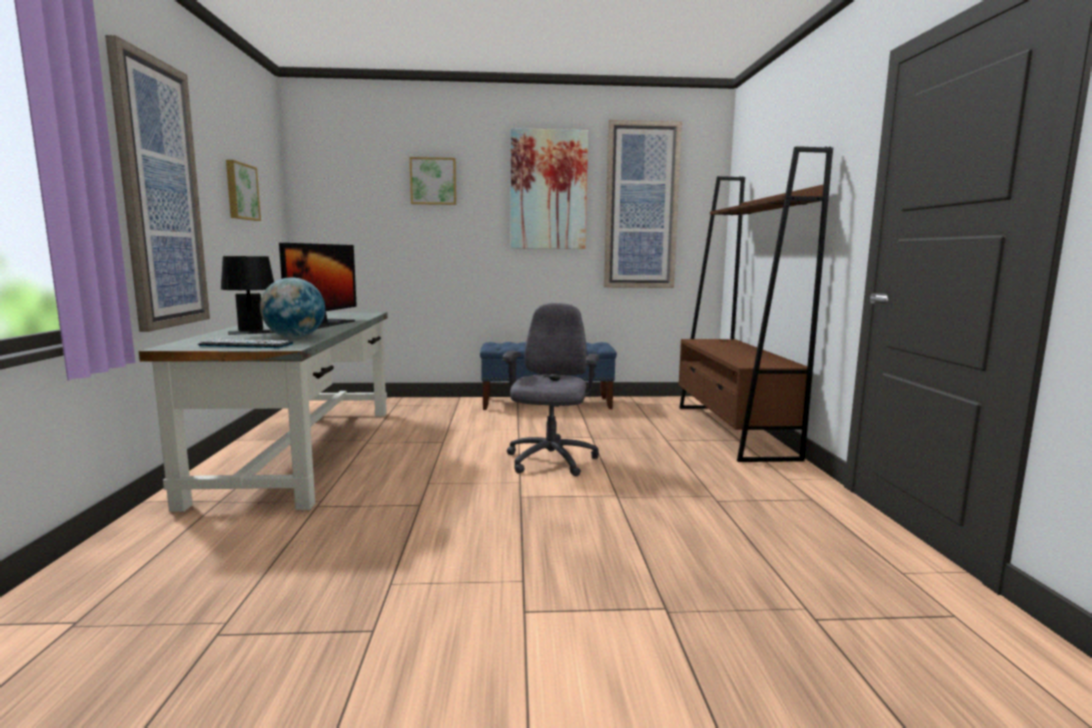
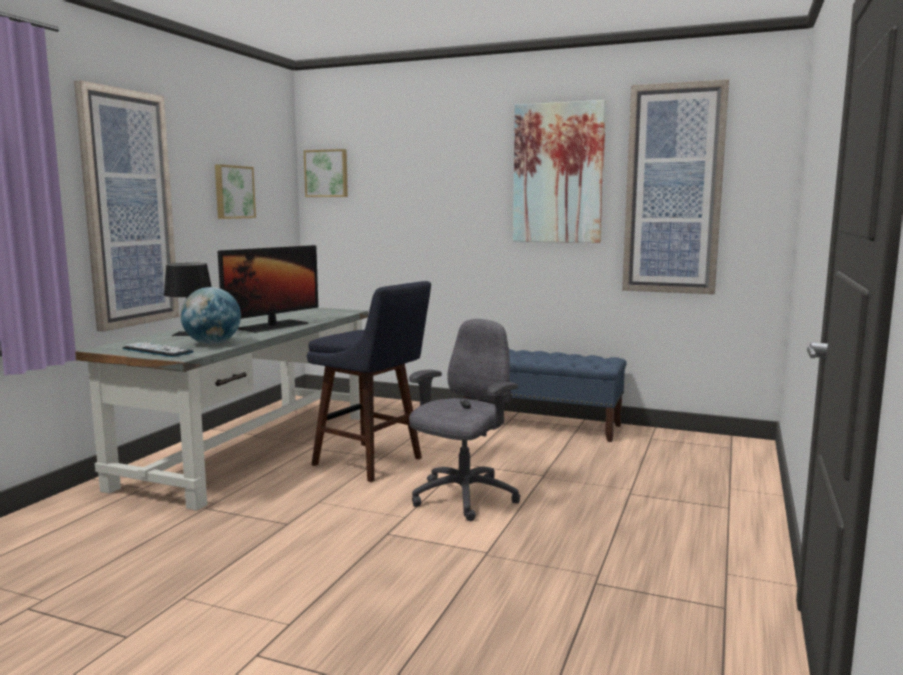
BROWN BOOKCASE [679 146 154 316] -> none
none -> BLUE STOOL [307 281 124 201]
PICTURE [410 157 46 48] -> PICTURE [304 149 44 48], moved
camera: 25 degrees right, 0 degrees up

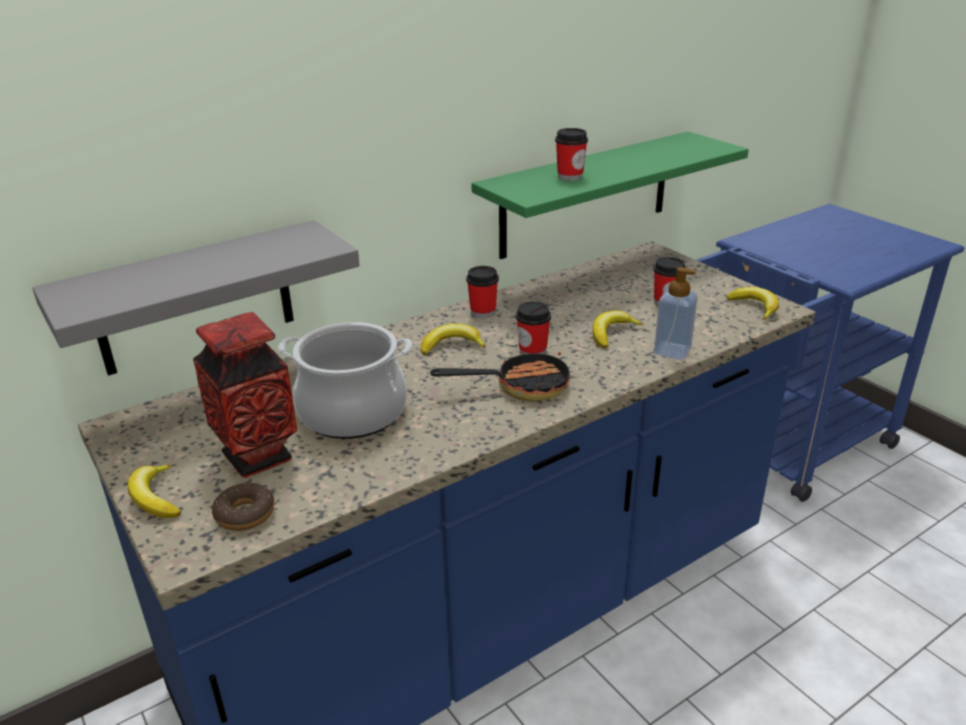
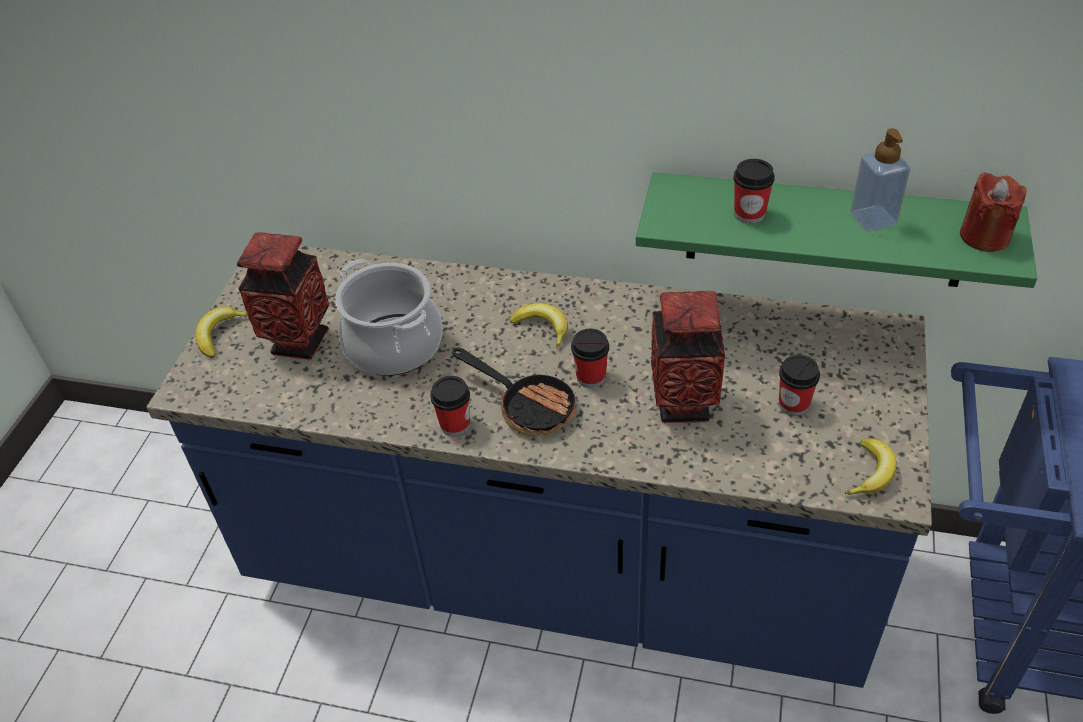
GREY SHELF [32 220 328 156] -> none
DONUT [212 483 63 48] -> none
none -> RED CANDLE [960 172 66 80]
CUP [466 266 33 52] -> CUP [430 376 40 60], moved
SOAP DISPENSER [654 267 44 93] -> SOAP DISPENSER [850 128 60 103], moved
BANANA [592 310 51 39] -> VASE [651 291 74 132]
camera: 50 degrees right, 15 degrees up

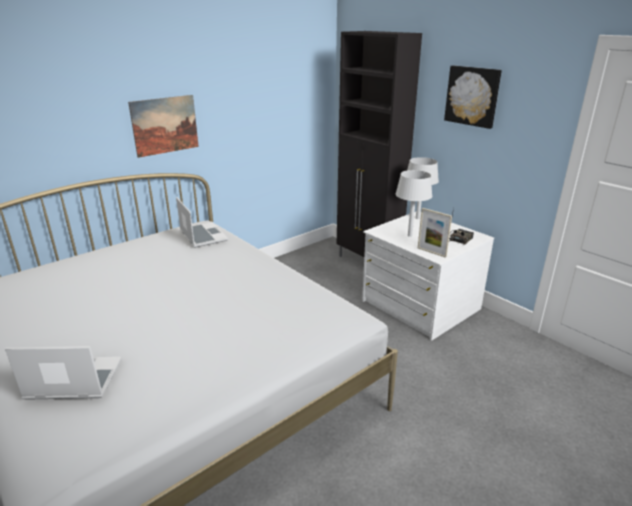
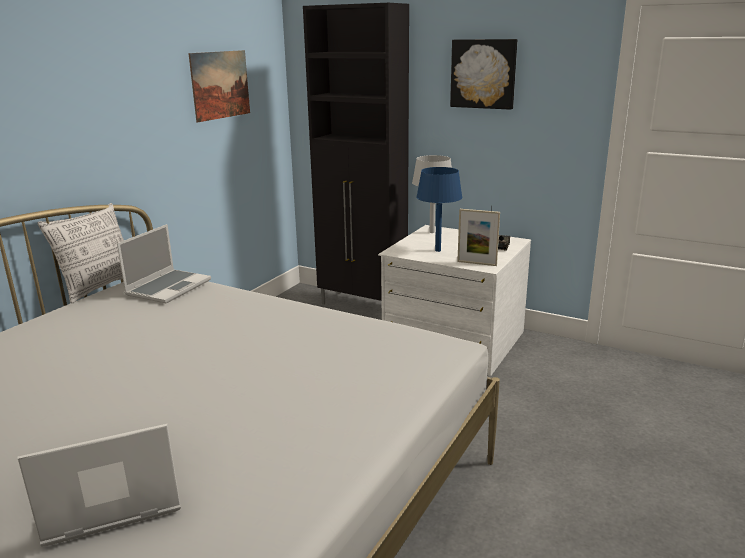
none -> PILLOW [38 203 86 101]
PICTURE [128 95 71 63] -> PICTURE [188 50 62 72], moved
GREY TABLE LAMP [396 170 36 67] -> BLUE TABLE LAMP [416 167 47 85]
LAPTOP [176 197 52 51] -> LAPTOP [117 224 94 80], 75 degrees clockwise
camera: 20 degrees left, 5 degrees down

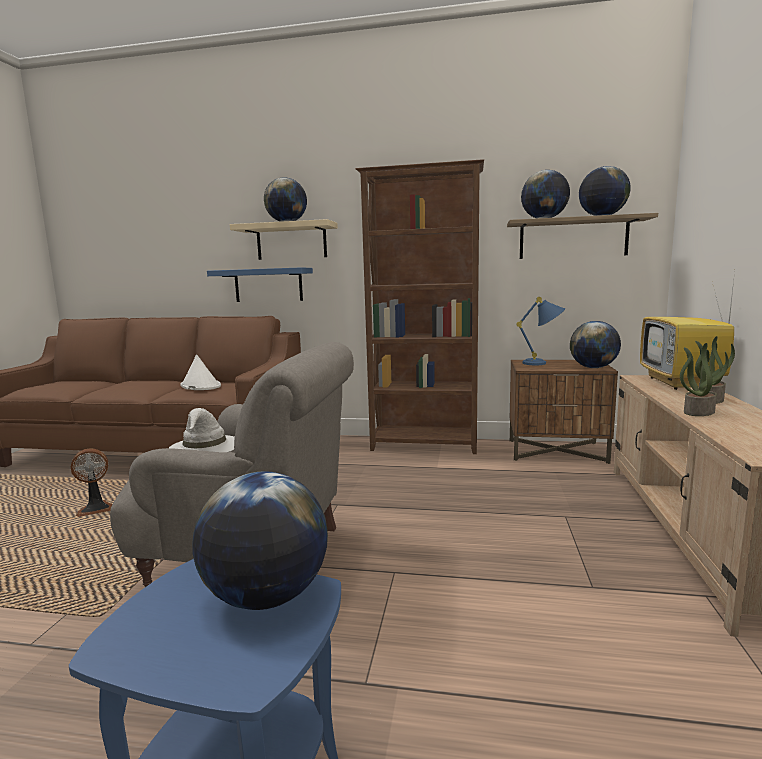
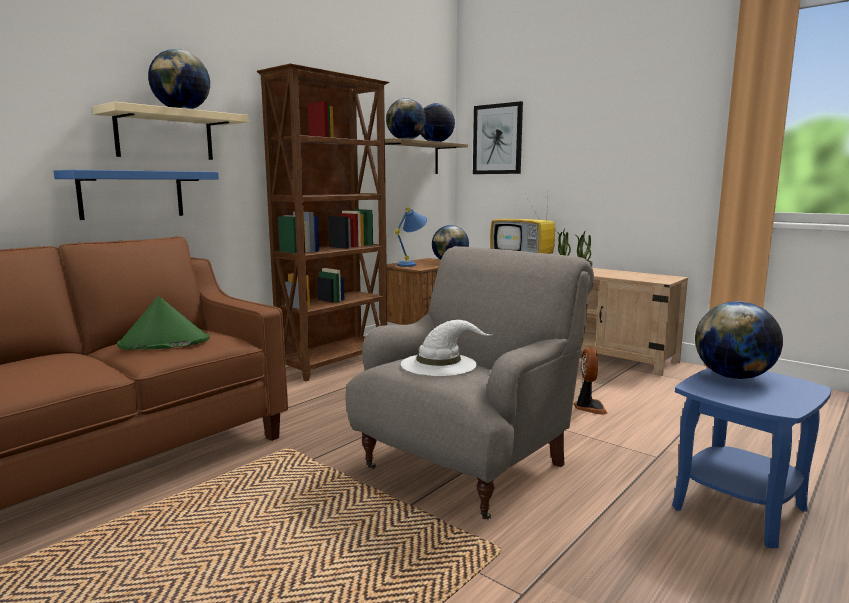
none -> PICTURE [473 101 50 73]
FAN [71 448 41 69] -> FAN [574 347 34 68], moved
WHITE HAT [180 354 41 36] -> GREEN HAT [117 296 93 54]
camera: 60 degrees left, 0 degrees up

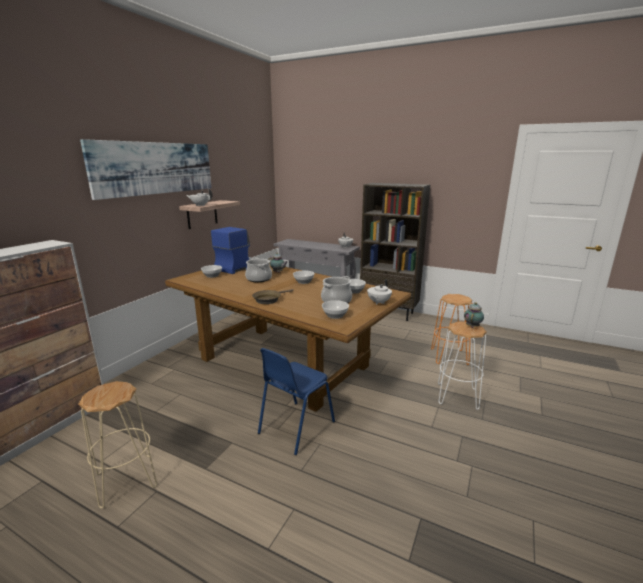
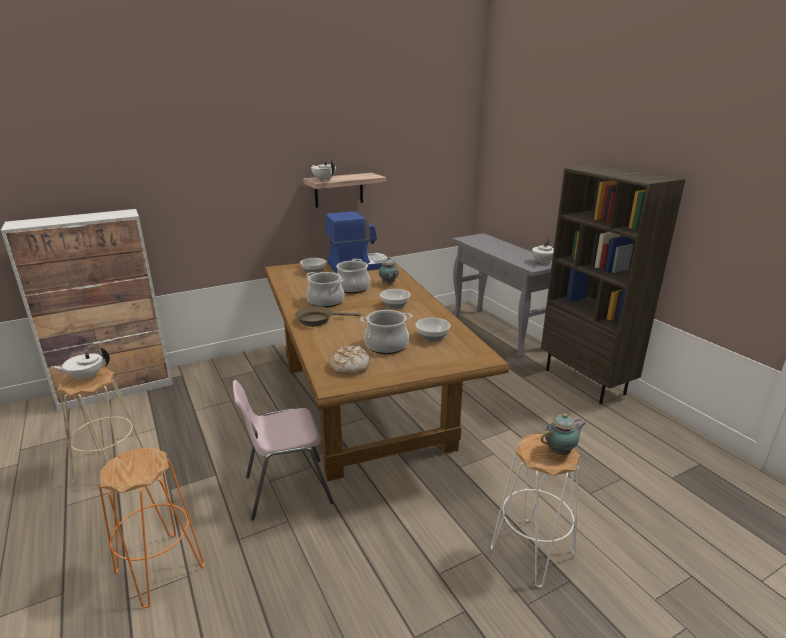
PICTURE [80 139 132 61] -> none
none -> COOKING POT [306 272 38 36]
WHITE TEAPOT [367 279 25 26] -> WHITE TEAPOT [51 347 59 35], moved
ORANGE STOOL [431 294 42 71] -> ORANGE STOOL [99 448 105 160], moved
BOWL [322 300 27 19] -> BREAD [329 346 41 29]
BLUE CHAIR [258 348 77 107] -> PINK CHAIR [233 380 101 140]
camera: 35 degrees right, 5 degrees up

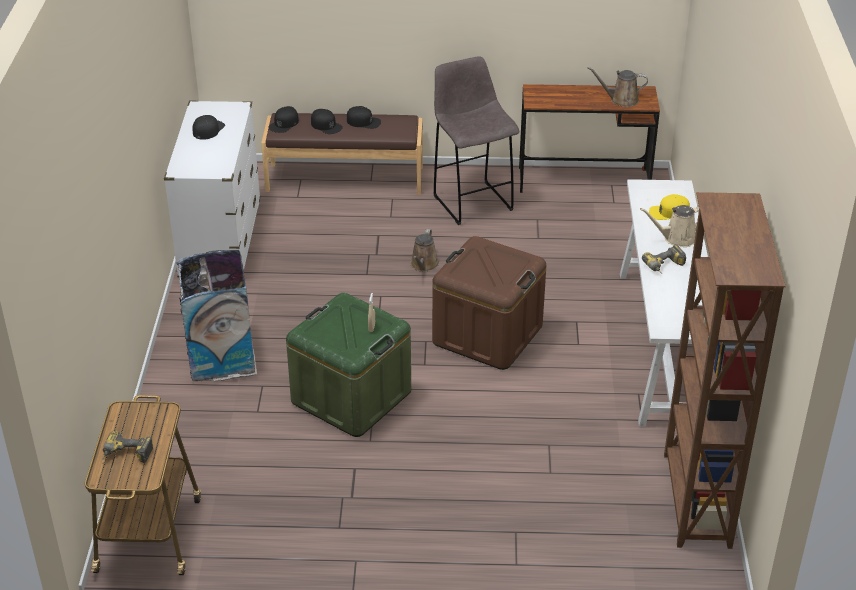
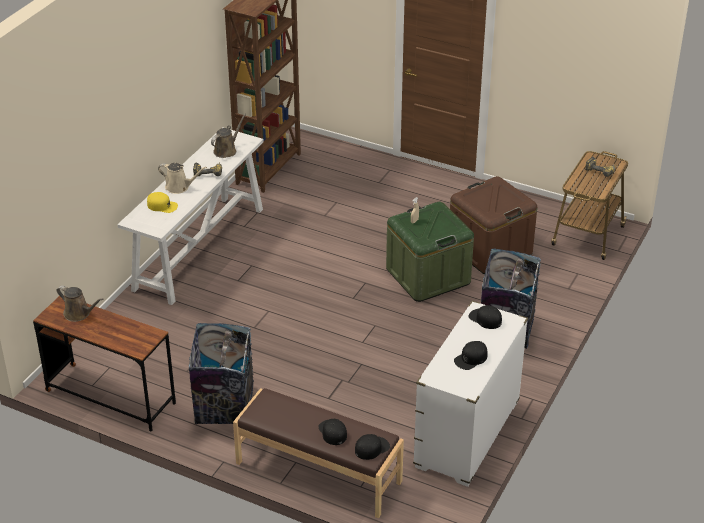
BLACK CAP [347 106 34 23] -> BLACK CAP [469 305 33 24], moved
BROWN WATERING CAN [410 229 29 43] -> BROWN WATERING CAN [211 114 35 44], moved
BROWN STORAGE BOX [432 236 114 134] -> BROWN STORAGE BOX [450 176 87 98], moved
GREY STOOL [433 56 86 169] -> TRASH CAN [189 323 65 101]
camera: 155 degrees left, 0 degrees up

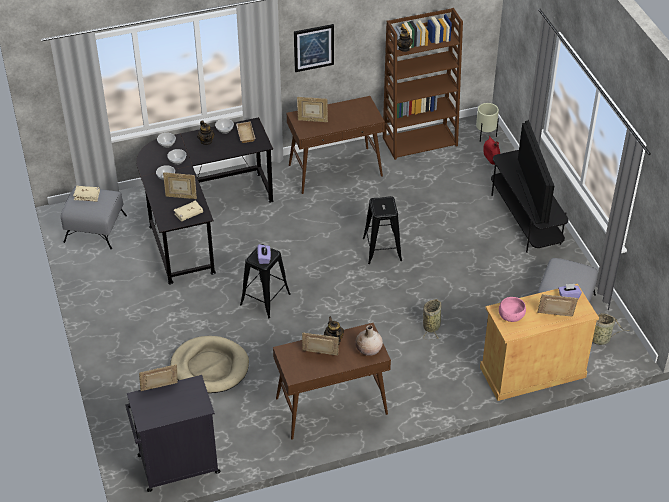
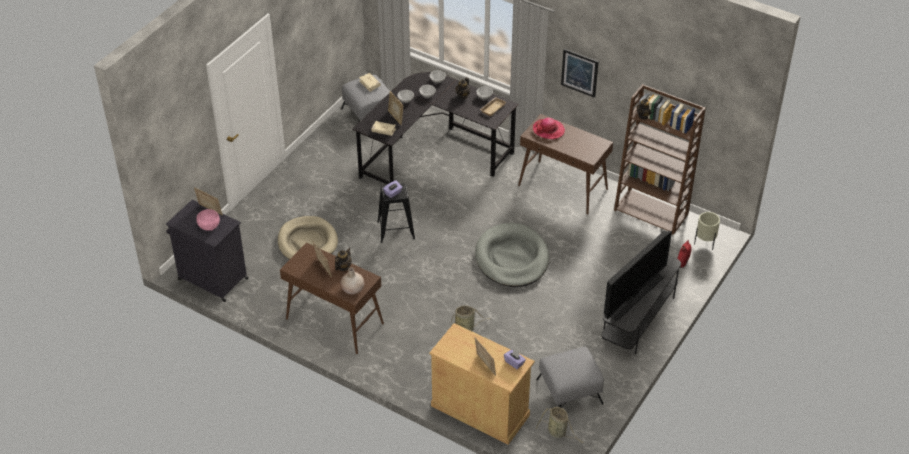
PINK BOWL [499 297 27 25] -> PINK BOWL [196 209 24 22], moved
PICTURE FRAME [297 97 31 25] -> HAT [533 118 32 22]
BLACK STOOL [363 196 39 68] -> GREY DOG BED [475 223 74 64]
camera: 50 degrees right, 0 degrees up

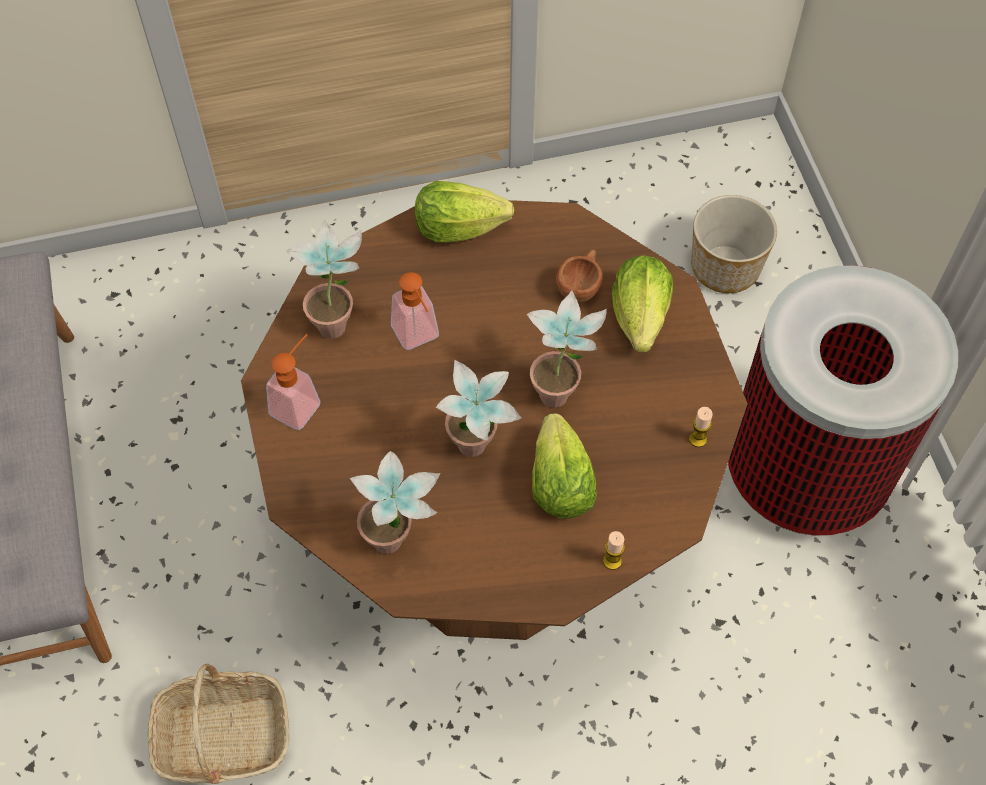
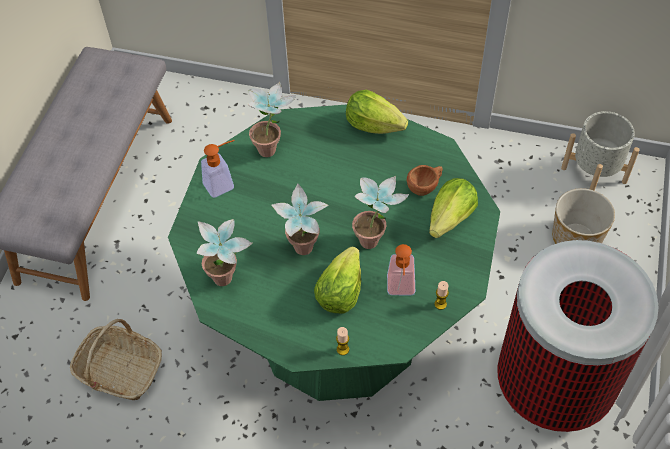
none -> GREY PLANTER [561 111 79 80]
SOAP DISPENSER [391 272 48 78] -> SOAP DISPENSER [387 244 28 51], moved
BROWN DINING TABLE [241 200 507 440] -> GREEN DINING TABLE [168 104 332 297]
camera: 30 degrees right, 5 degrees down

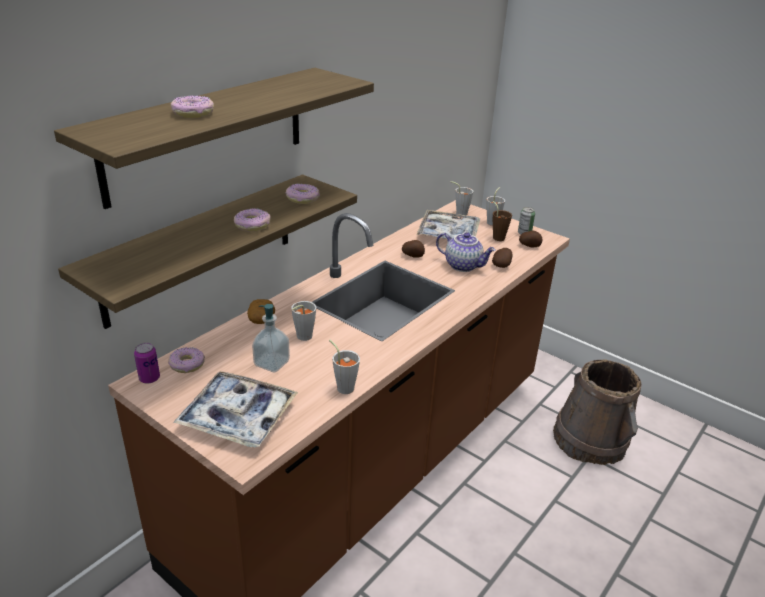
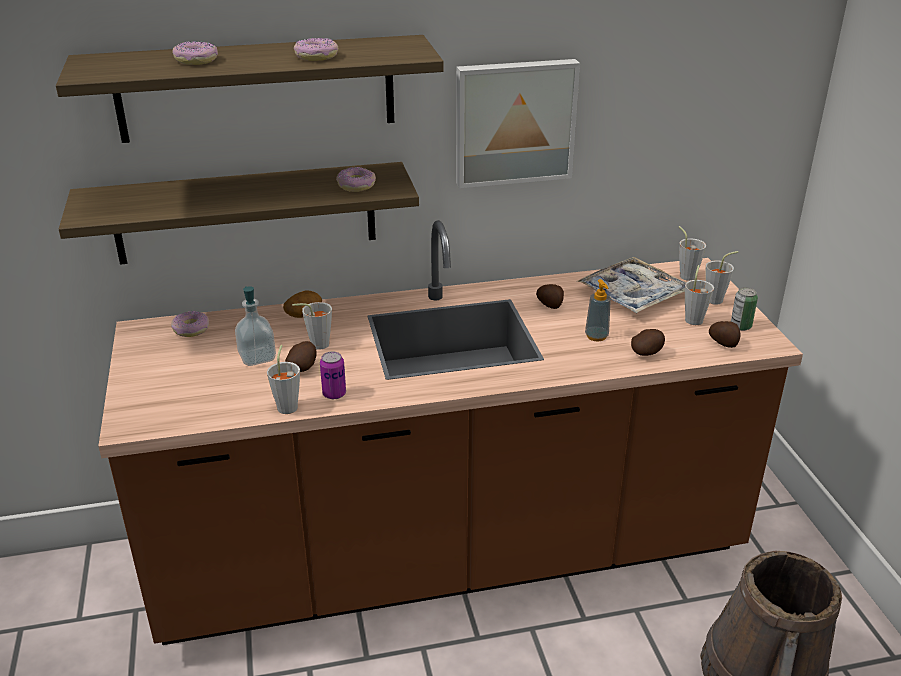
TRAY [173 371 125 77] -> none
none -> POTATO [285 341 32 31]
none -> PICTURE [456 59 124 129]
CAN [134 343 26 41] -> CAN [320 351 26 48], moved
DONUT [234 208 37 23] -> DONUT [294 38 44 23], moved
TEAPOT [436 232 60 40] -> SOAP DISPENSER [585 279 26 63]
BROWN CUP [493 201 19 40] -> GREY CUP [685 265 29 60]
camera: 40 degrees right, 0 degrees up

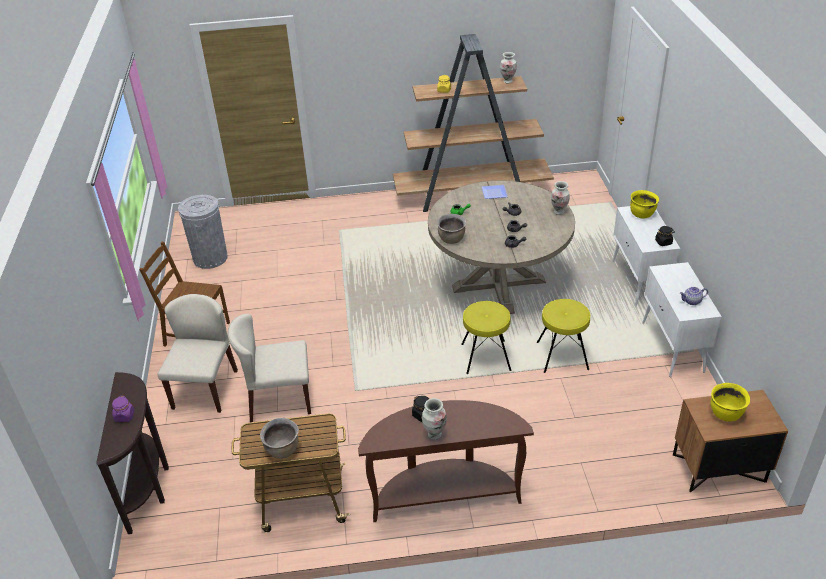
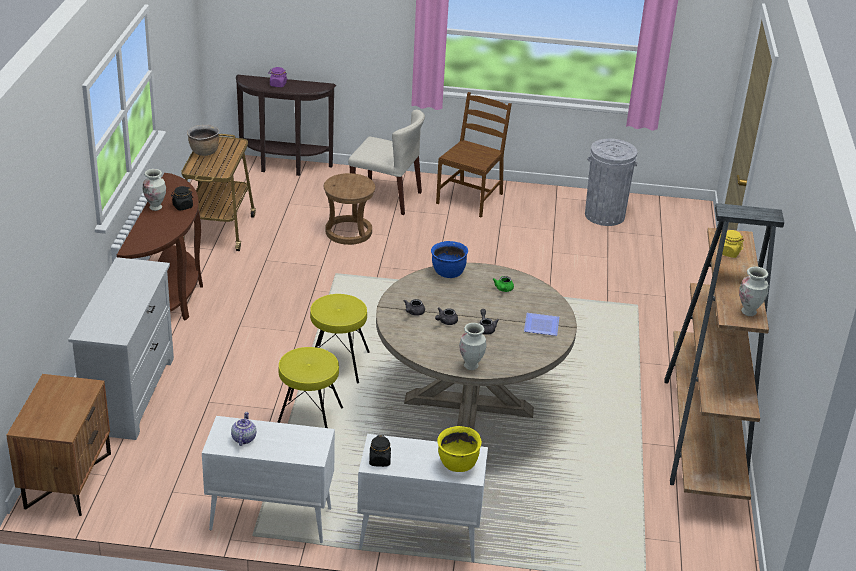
YELLOW COOKING POT [710 383 40 38] -> none
none -> WHITE DRESSER [68 257 106 183]
BEIGE CHAIR [228 314 83 108] -> BROWN STOOL [324 173 51 72]
BROWN COOKING POT [437 214 29 30] -> BLUE COOKING POT [431 241 37 37]
camera: 100 degrees right, 5 degrees down

